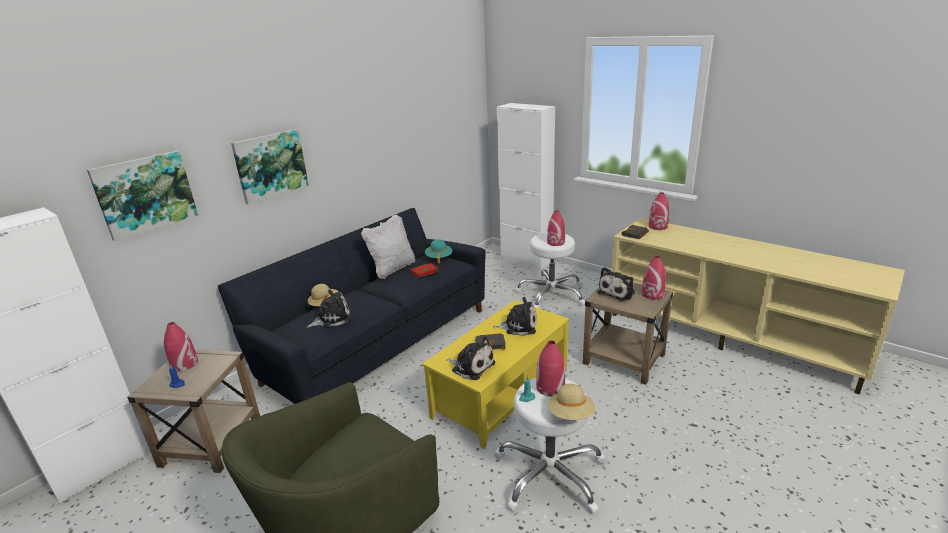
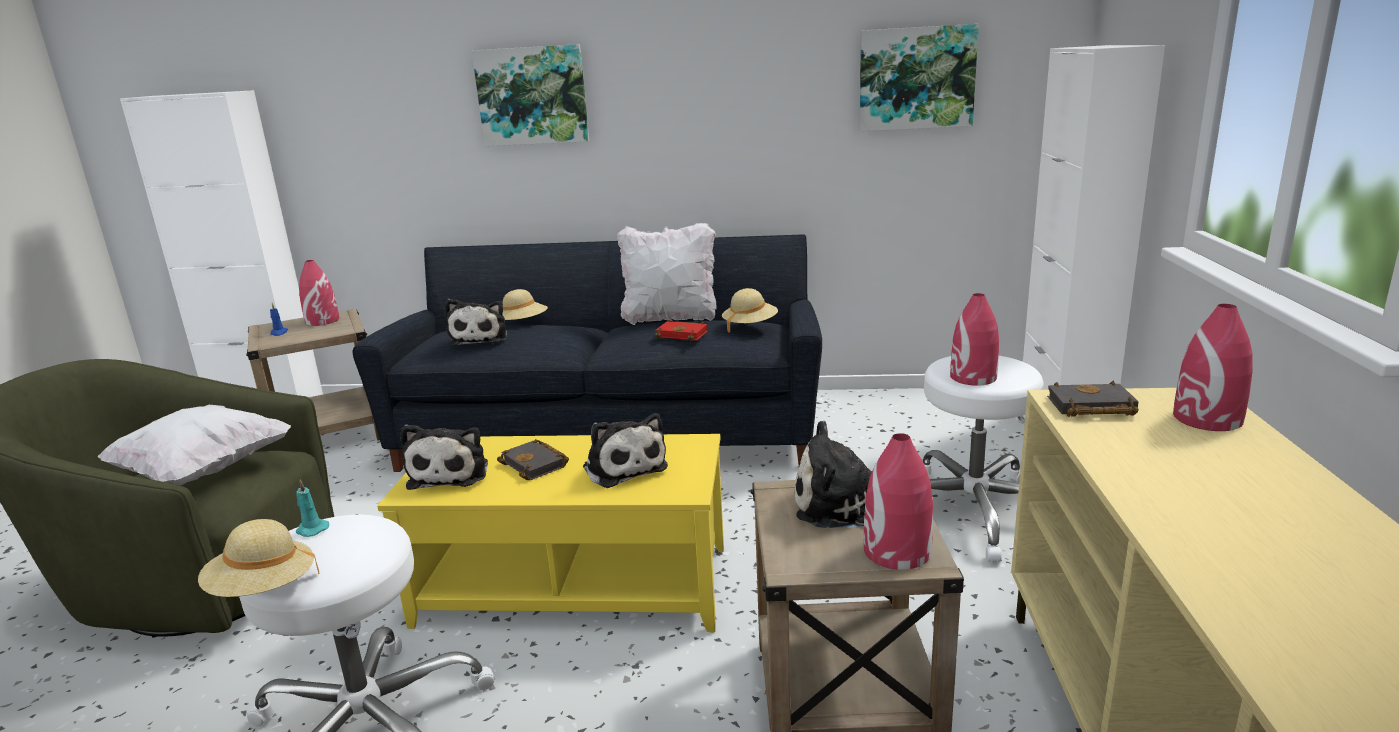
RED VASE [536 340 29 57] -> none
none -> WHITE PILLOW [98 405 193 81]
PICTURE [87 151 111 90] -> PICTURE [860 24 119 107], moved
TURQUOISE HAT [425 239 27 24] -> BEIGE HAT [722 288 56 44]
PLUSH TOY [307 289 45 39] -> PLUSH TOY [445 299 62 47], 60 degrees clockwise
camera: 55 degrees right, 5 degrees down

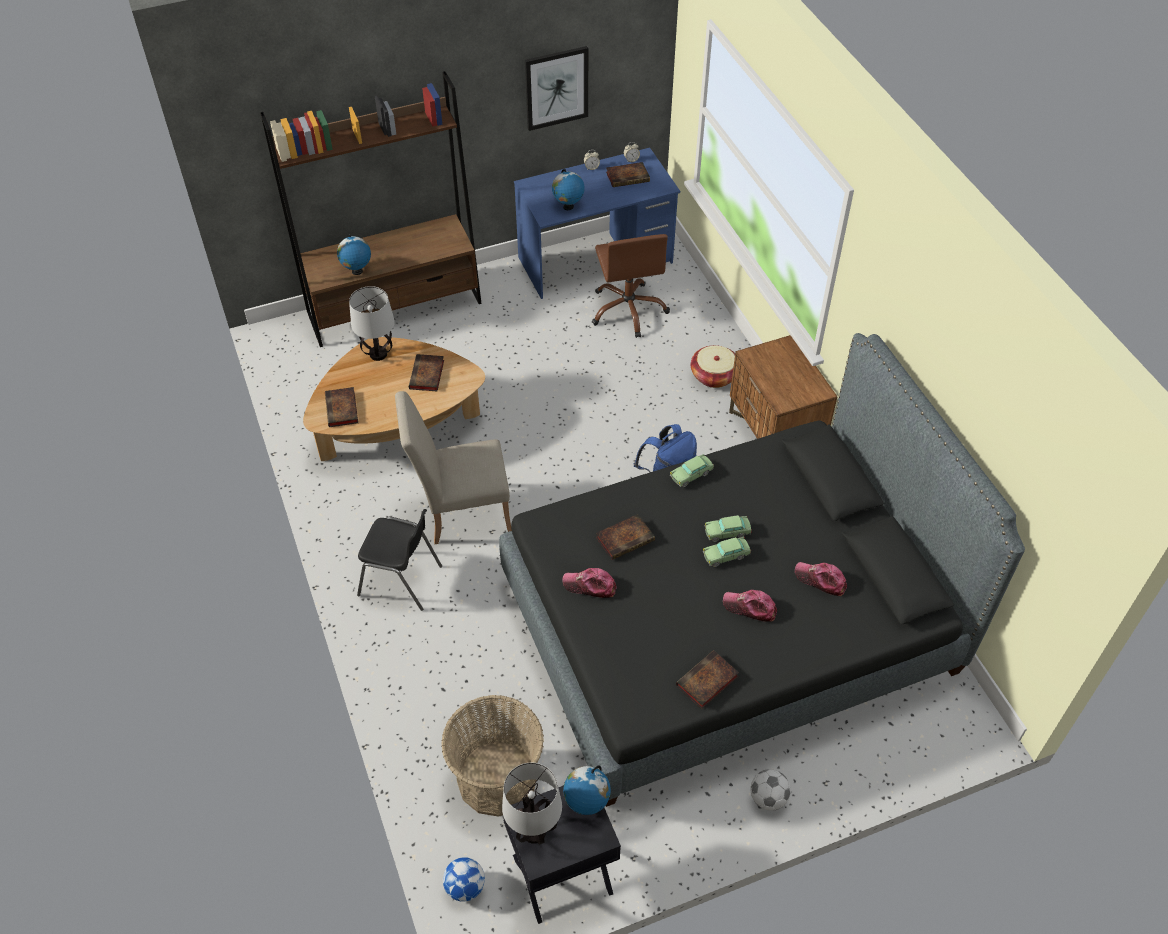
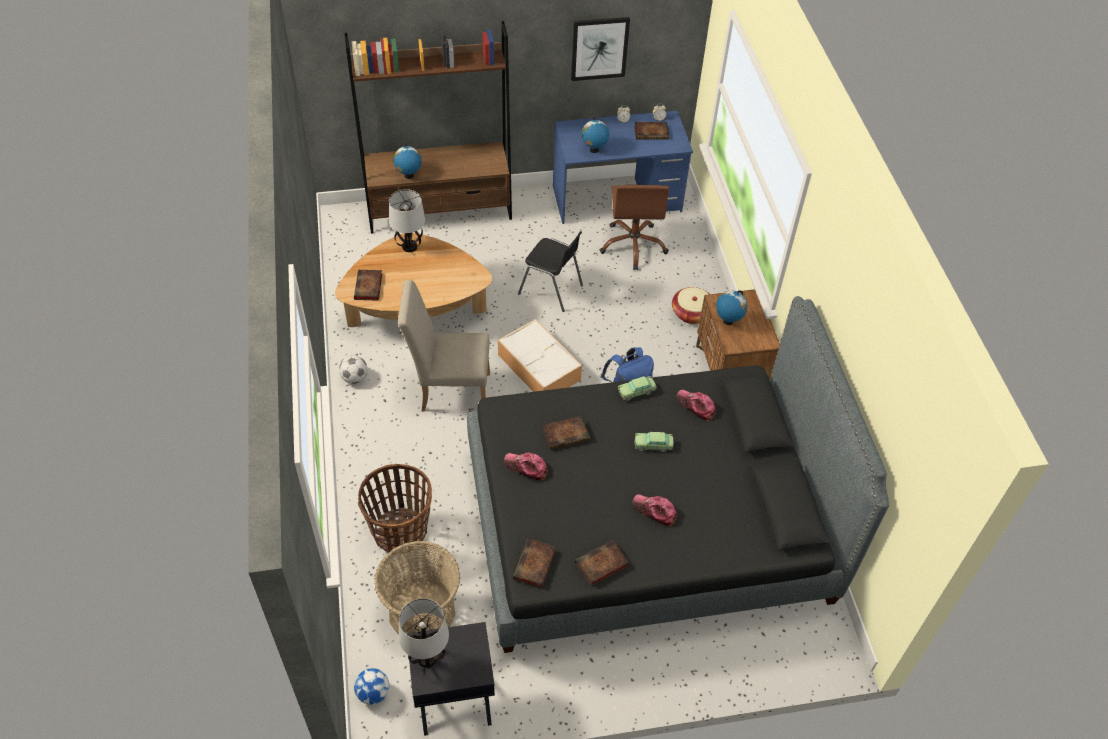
TOY CAR [703 537 48 30] -> none
none -> BASKET [358 464 74 90]
none -> STORAGE BOX [498 319 84 73]
BLACK CHAIR [357 509 85 102] -> BLACK CHAIR [518 231 65 81], moved
BOOK [409 354 35 37] -> BOOK [513 538 43 50], moved
GLOBE [563 766 48 49] -> GLOBE [716 290 31 35], moved
FOOTBALL [750 769 41 42] -> FOOTBALL [339 356 29 28], moved
CAP [795 562 52 34] -> CAP [677 390 39 31], moved
camera: 10 degrees right, 0 degrees up

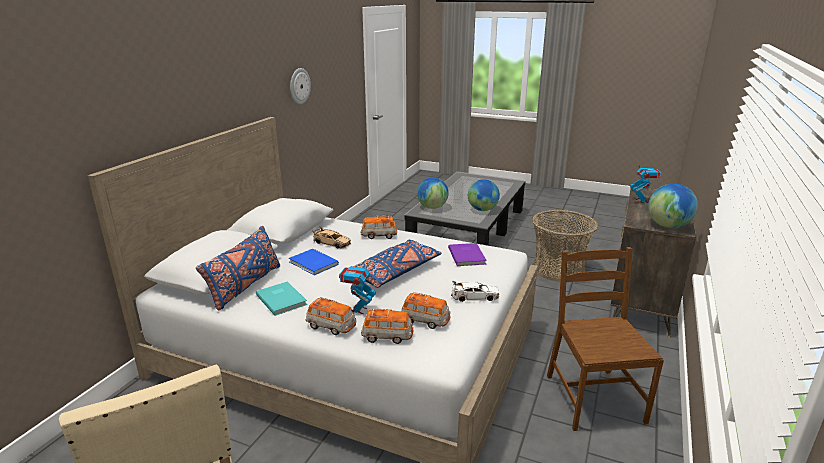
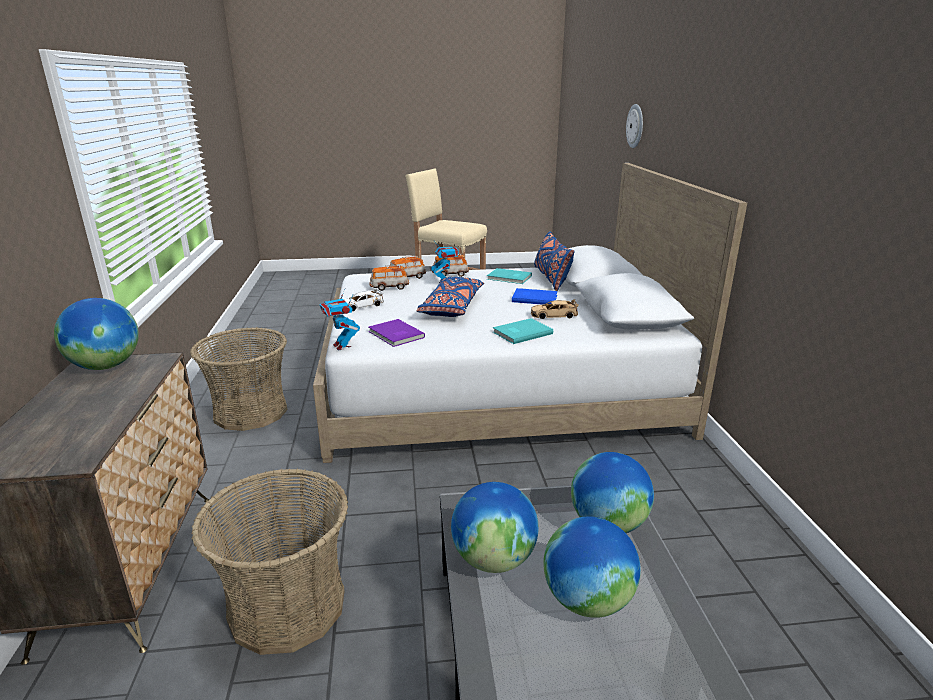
none -> GLOBE [543 516 98 102]
WALL CLOCK [290 68 21 36] -> WALL CLOCK [626 104 17 44], moved
TOY ROBOT [630 161 31 42] -> TOY ROBOT [320 288 40 62], moved
TOY CAR [361 215 36 24] -> TURQUOISE BOOK [493 318 60 26]
BROWN CHAIR [547 247 117 184] -> BASKET [190 327 97 104]
camera: 150 degrees right, 0 degrees up

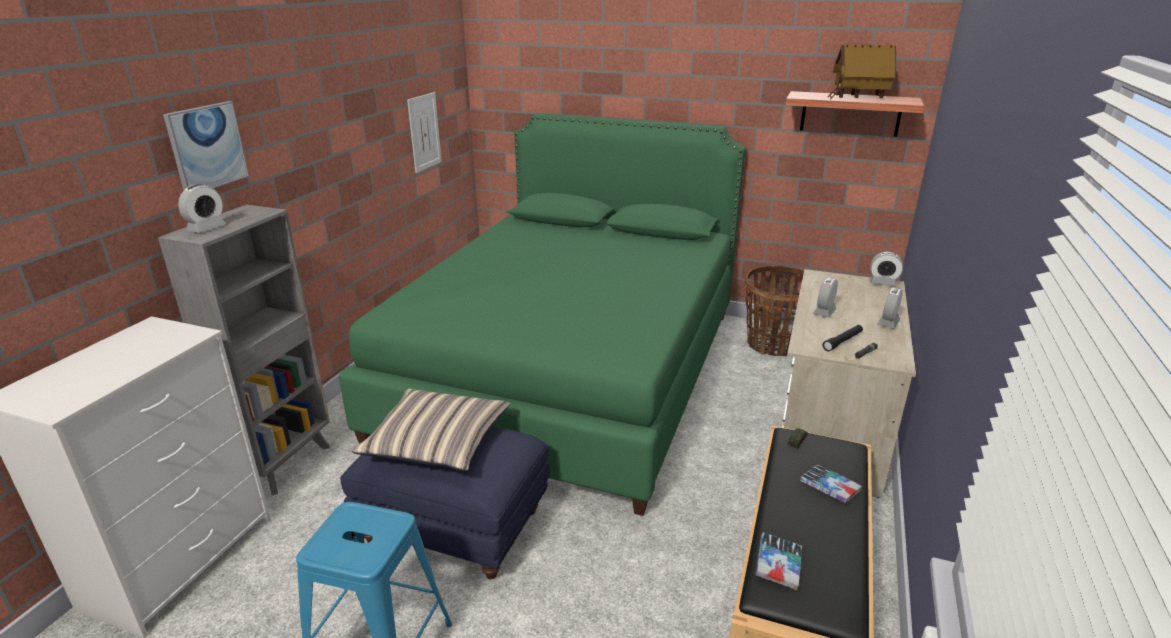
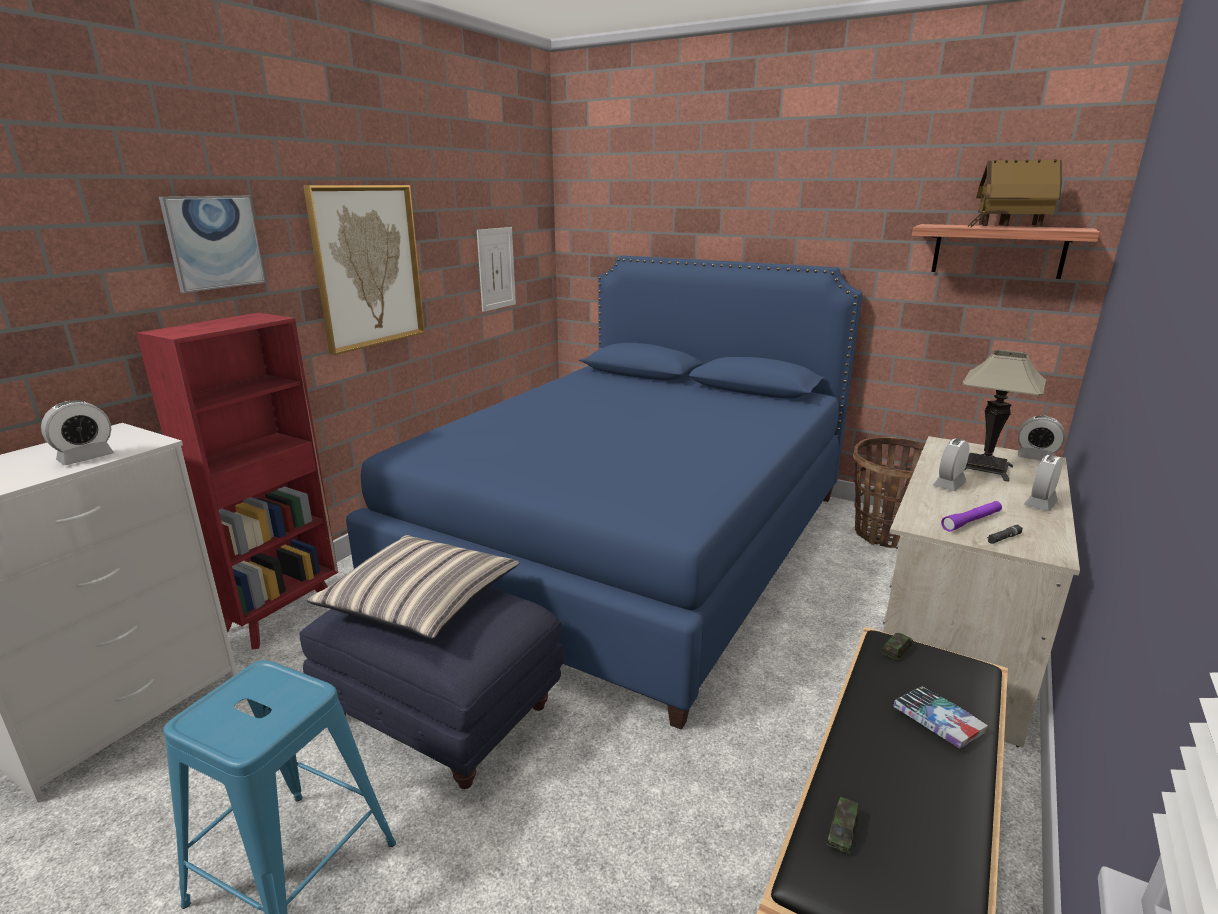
none -> PICTURE [303 185 122 170]
none -> TABLE LAMP [962 350 84 132]
ALARM CLOCK [178 184 48 49] -> ALARM CLOCK [41 400 73 65], moved
BOOK [756 532 46 58] -> TOY CAR [827 797 32 57]
GREY BOOKCASE [158 205 172 290] -> RED BOOKCASE [136 313 202 337]
GREEN BED [339 113 407 403] -> BLUE BED [346 256 517 474]
BLACK FLASHLIGHT [823 325 40 26] -> PURPLE FLASHLIGHT [941 501 61 30]
camera: 10 degrees right, 5 degrees down

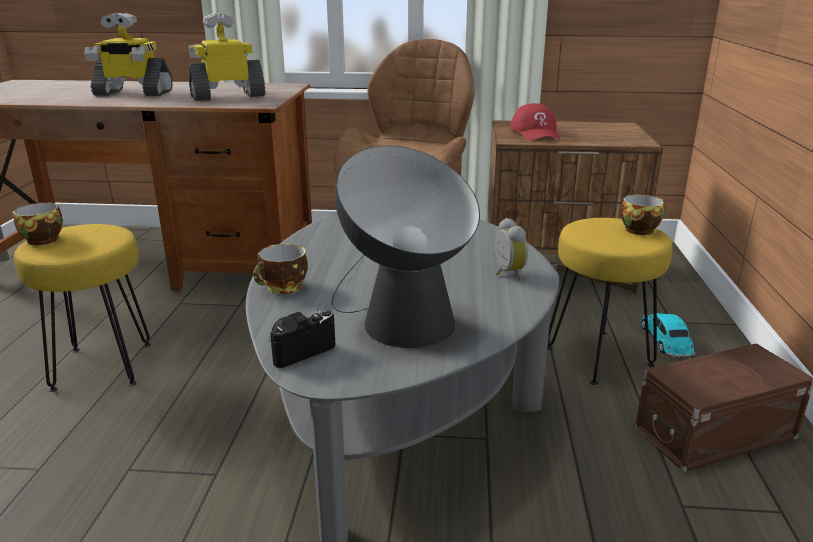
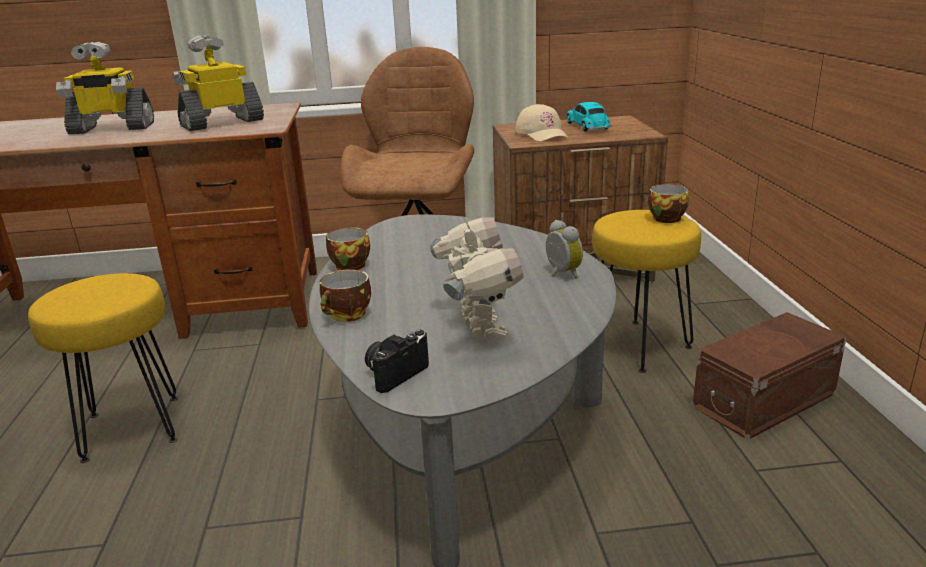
CUP [13 202 50 43] -> CUP [326 227 44 43], moved
TOY CAR [641 313 55 45] -> TOY CAR [566 102 46 30], moved
TABLE LAMP [332 146 148 202] -> TOY ROBOT [430 217 94 123]
RED CAP [510 103 50 37] -> BEIGE CAP [515 104 53 38]
camera: 10 degrees left, 0 degrees up

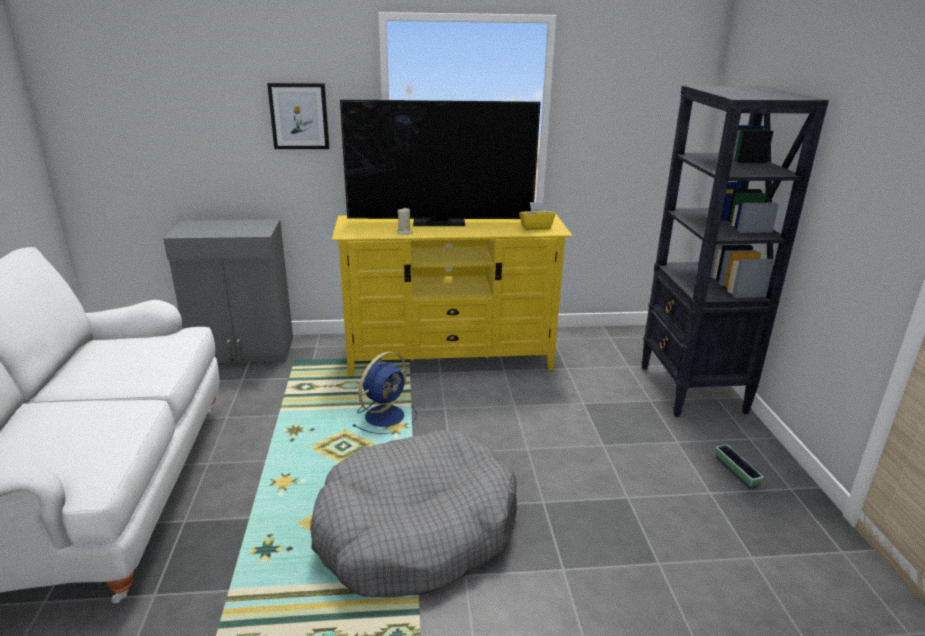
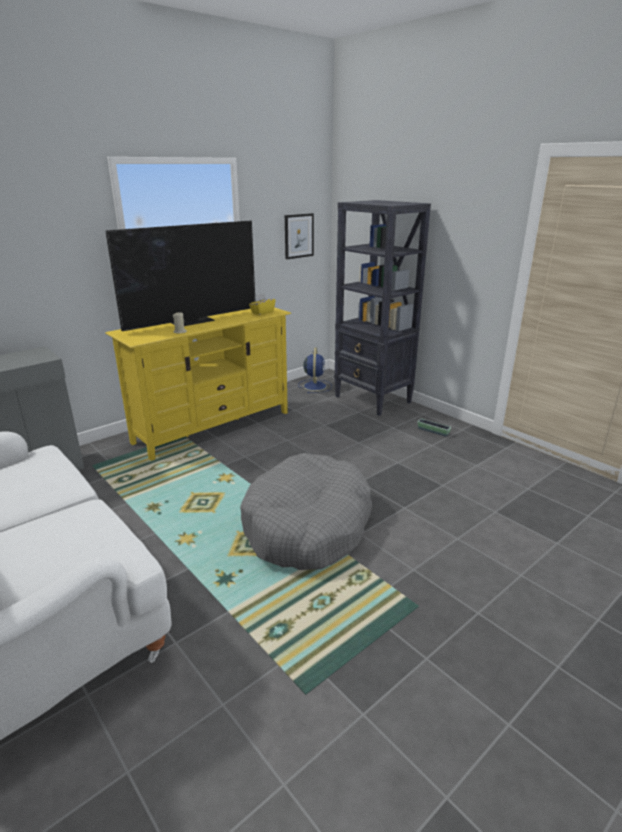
PICTURE [267 83 62 66] -> PICTURE [285 213 29 46], moved
BLUE FAN [352 351 65 83] -> BLUE FAN [298 347 34 46], moved
camera: 35 degrees left, 0 degrees up

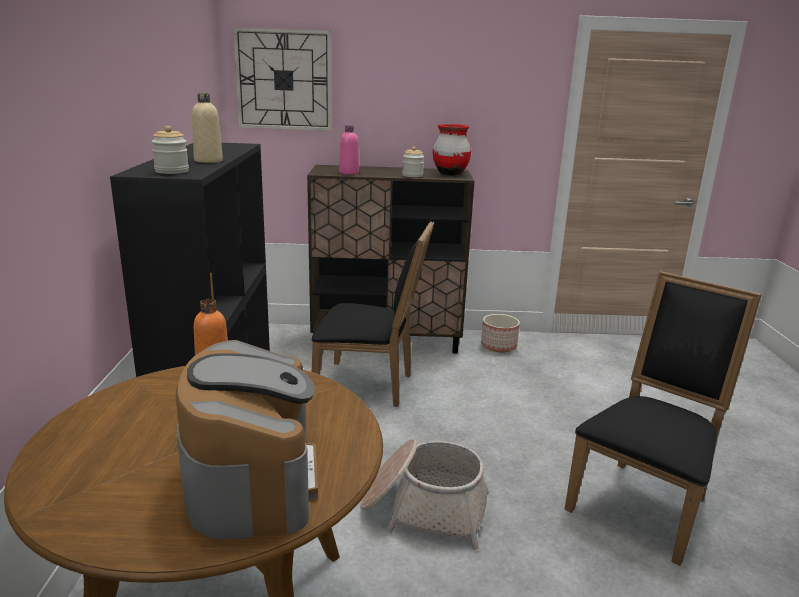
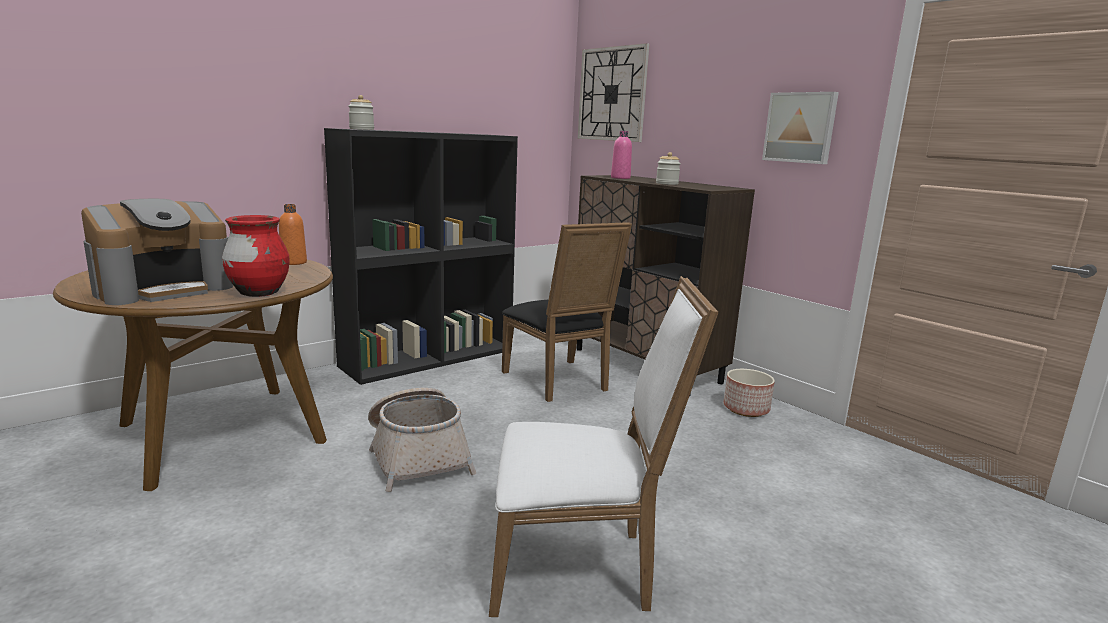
BEIGE BOTTLE [192 93 31 70] -> none
none -> PICTURE [762 92 77 72]
RED VASE [433 124 38 52] -> RED VASE [222 215 68 82], moved
BLACK CHAIR [565 271 197 295] -> WHITE CHAIR [489 276 229 341]
camera: 50 degrees right, 5 degrees down

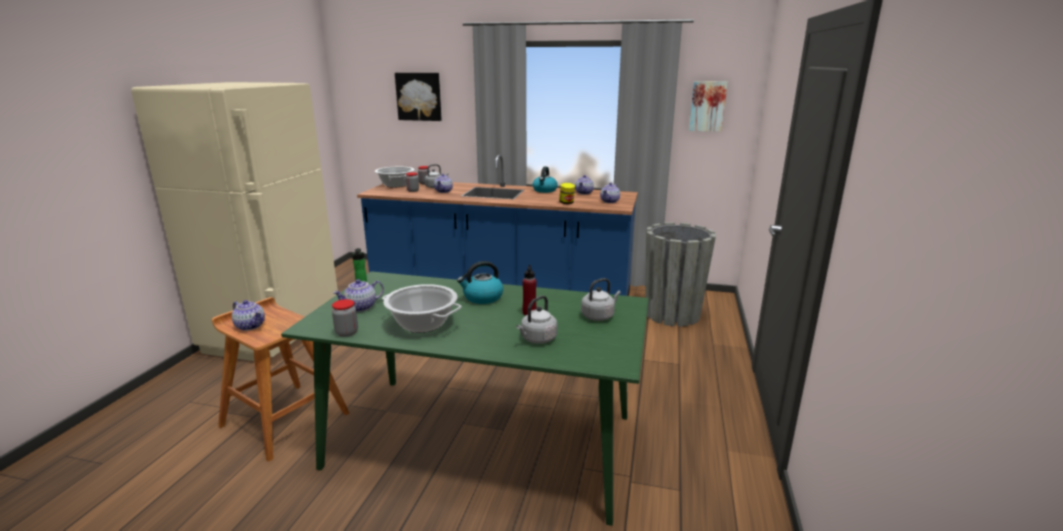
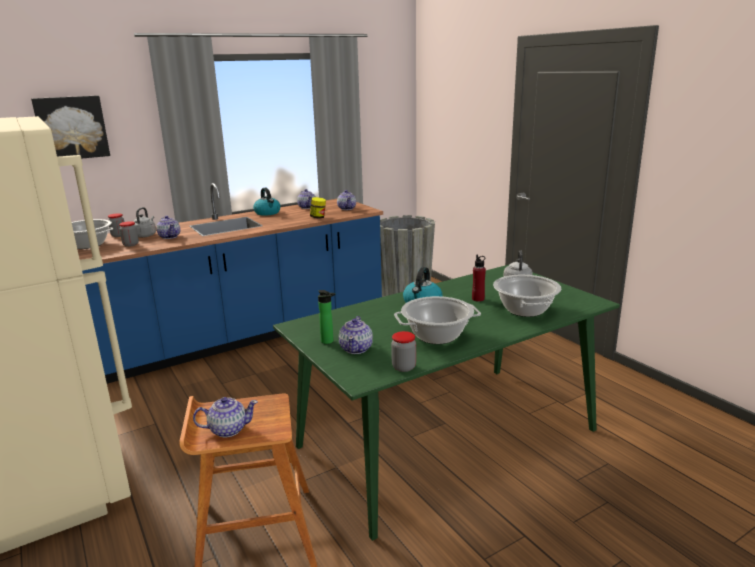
PICTURE [689 81 39 51] -> none
GREY KETTLE [516 295 41 49] -> COOKING POT [493 275 68 42]
camera: 45 degrees left, 0 degrees up

